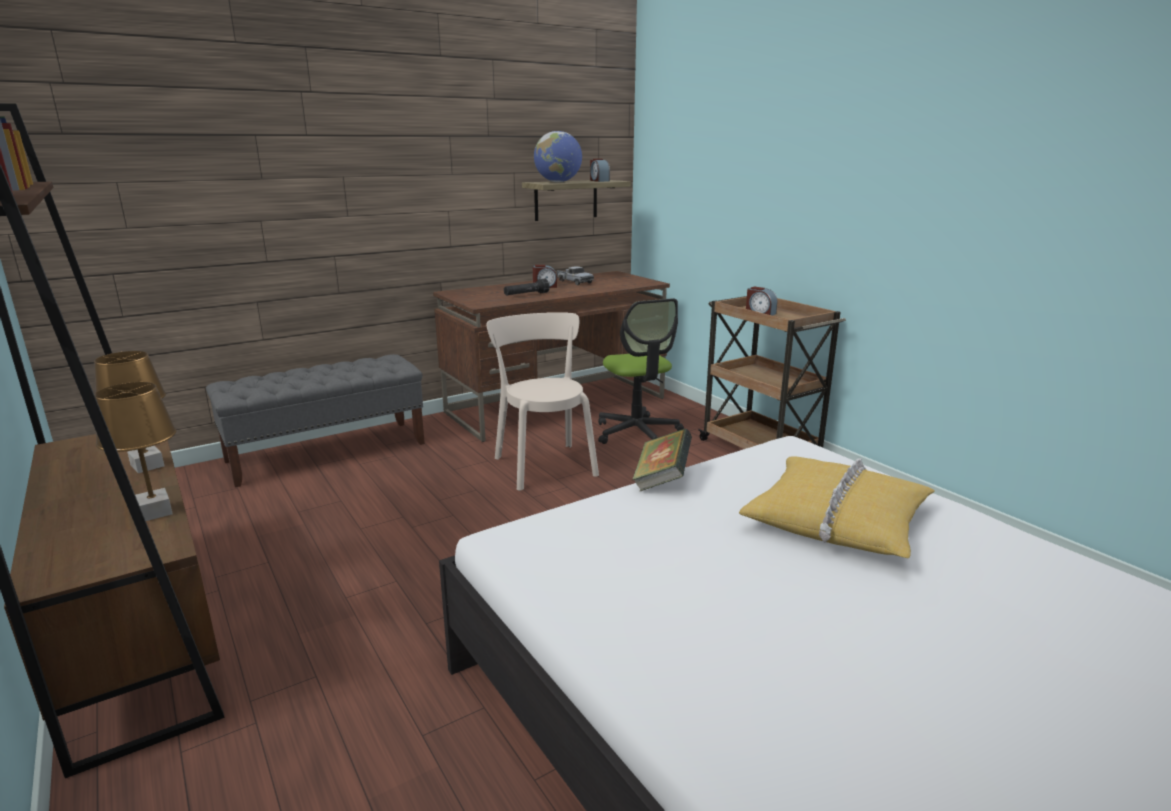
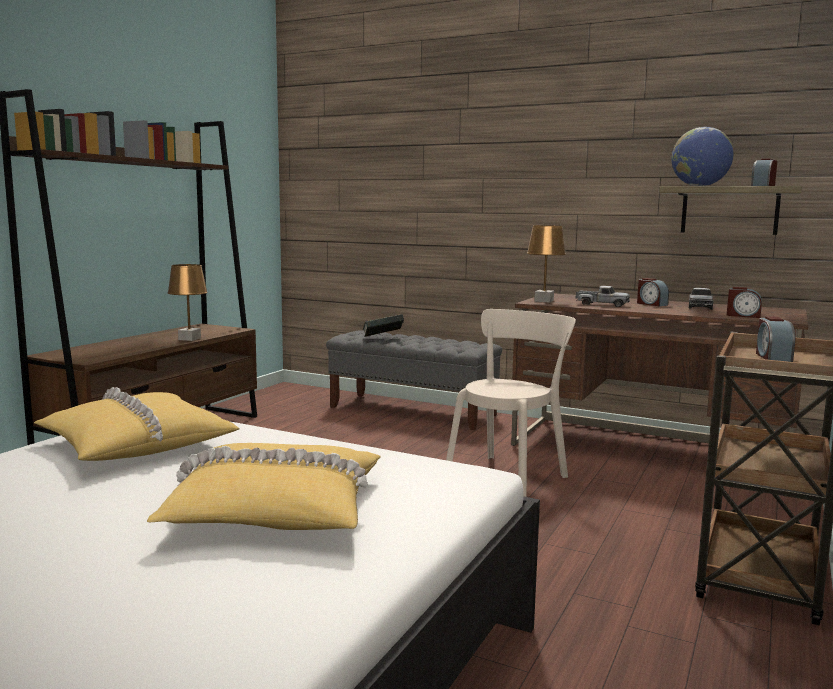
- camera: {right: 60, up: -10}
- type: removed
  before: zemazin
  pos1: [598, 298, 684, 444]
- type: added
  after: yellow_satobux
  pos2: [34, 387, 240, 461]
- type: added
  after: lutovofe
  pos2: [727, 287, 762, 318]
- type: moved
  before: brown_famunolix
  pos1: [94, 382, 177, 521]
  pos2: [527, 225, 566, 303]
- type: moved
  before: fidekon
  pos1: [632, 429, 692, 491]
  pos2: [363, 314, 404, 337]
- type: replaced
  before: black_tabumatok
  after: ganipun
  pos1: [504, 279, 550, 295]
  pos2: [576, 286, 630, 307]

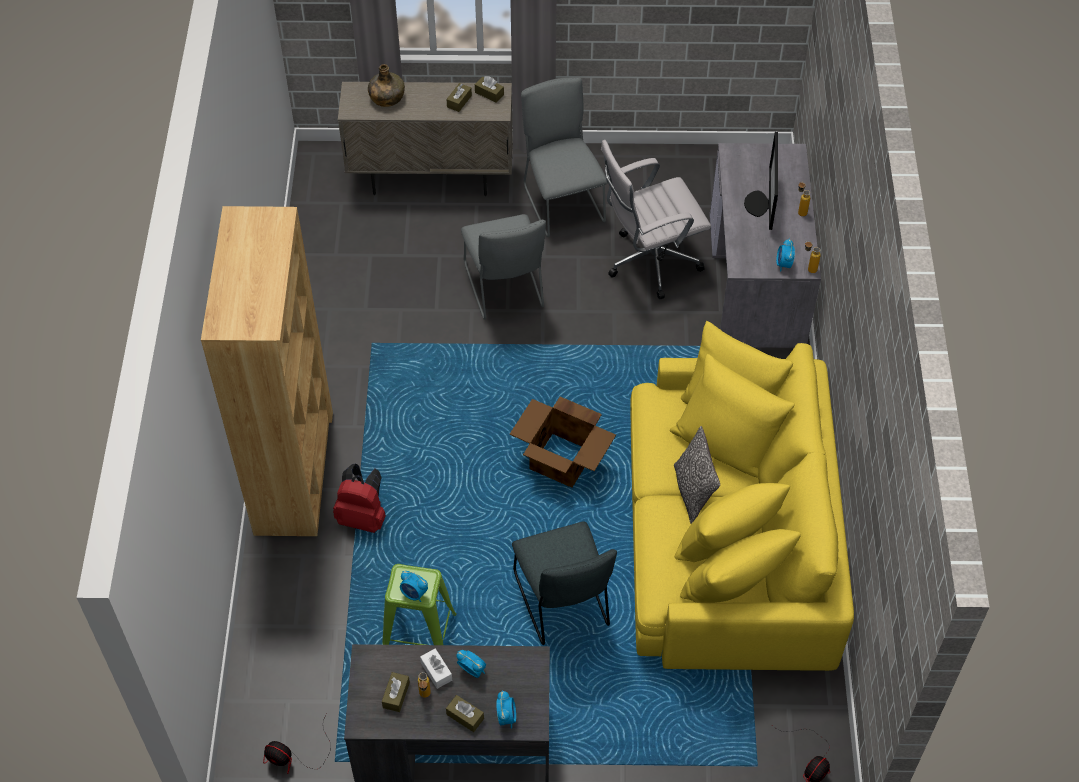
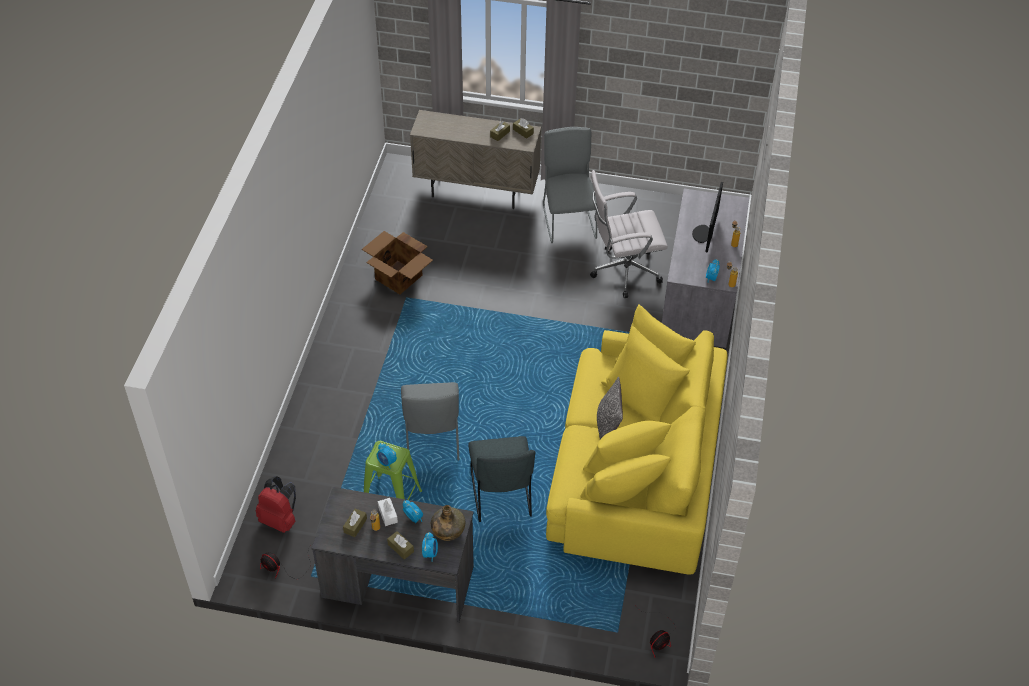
- camera: {right: 10, up: -5}
- type: removed
  before: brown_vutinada
  pos1: [201, 206, 333, 536]
- type: moved
  before: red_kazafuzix
  pos1: [333, 464, 386, 533]
  pos2: [256, 476, 296, 533]
- type: moved
  before: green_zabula
  pos1: [368, 64, 405, 107]
  pos2: [431, 505, 465, 541]
- type: moved
  before: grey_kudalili
  pos1: [461, 214, 546, 320]
  pos2: [401, 382, 459, 461]
- type: moved
  before: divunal
  pos1: [510, 397, 616, 488]
  pos2: [362, 231, 433, 294]

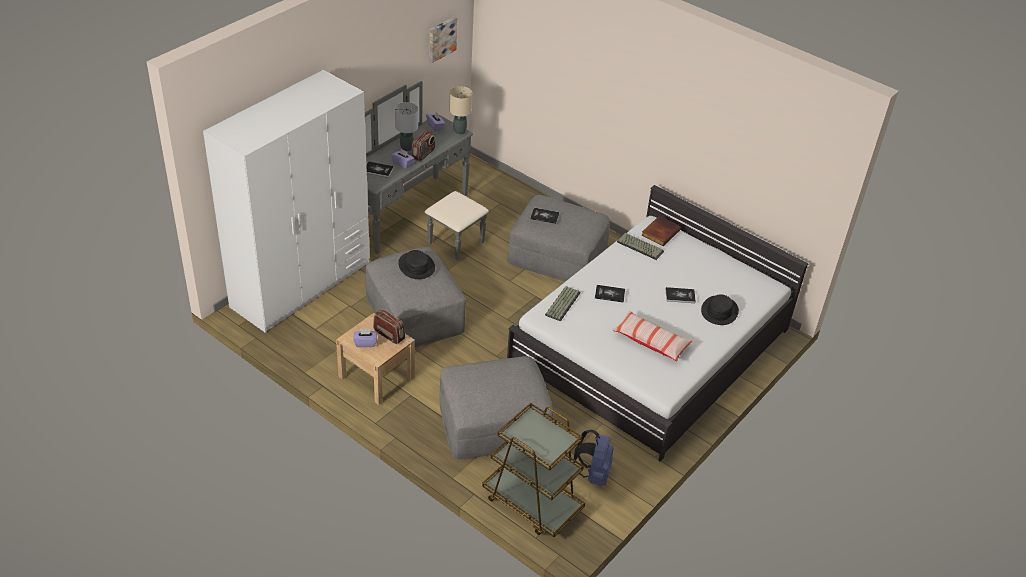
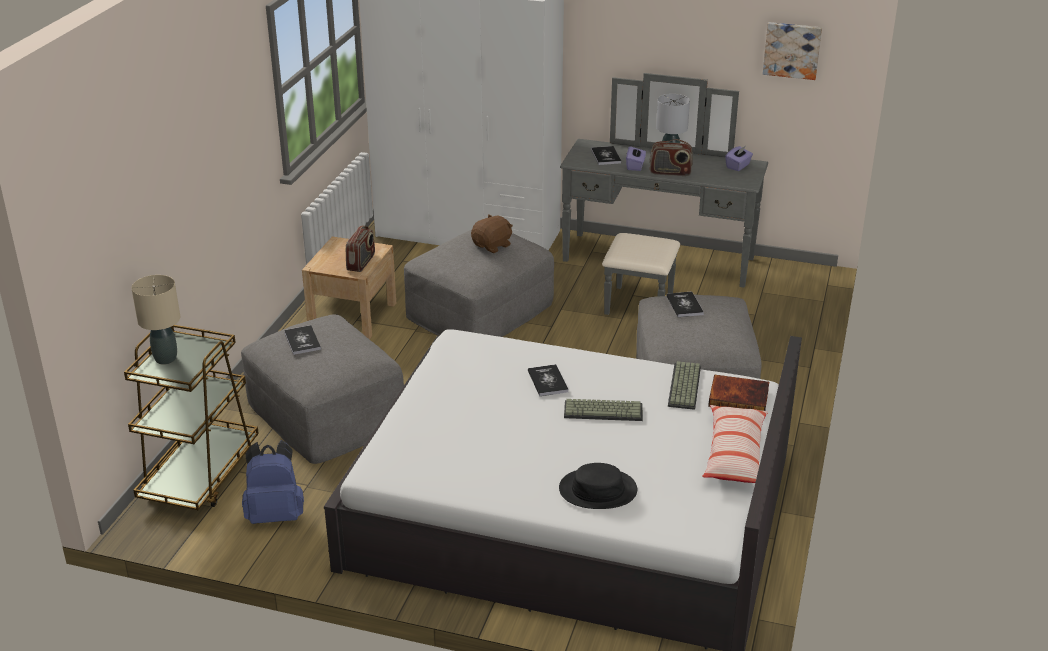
- camera: {right: 70, up: -10}
- type: removed
  before: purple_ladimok
  pos1: [353, 328, 377, 347]
- type: moved
  before: beige_famunolix
  pos1: [449, 86, 472, 135]
  pos2: [131, 275, 180, 365]
- type: moved
  before: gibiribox
  pos1: [545, 286, 581, 321]
  pos2: [564, 399, 643, 421]
- type: moved
  before: satobux
  pos1: [612, 311, 692, 361]
  pos2: [702, 405, 768, 483]
- type: moved
  before: fidekon
  pos1: [666, 287, 696, 303]
  pos2: [284, 325, 321, 355]
- type: replaced
  before: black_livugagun
  after: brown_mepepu
  pos1: [398, 250, 435, 279]
  pos2: [471, 214, 513, 253]

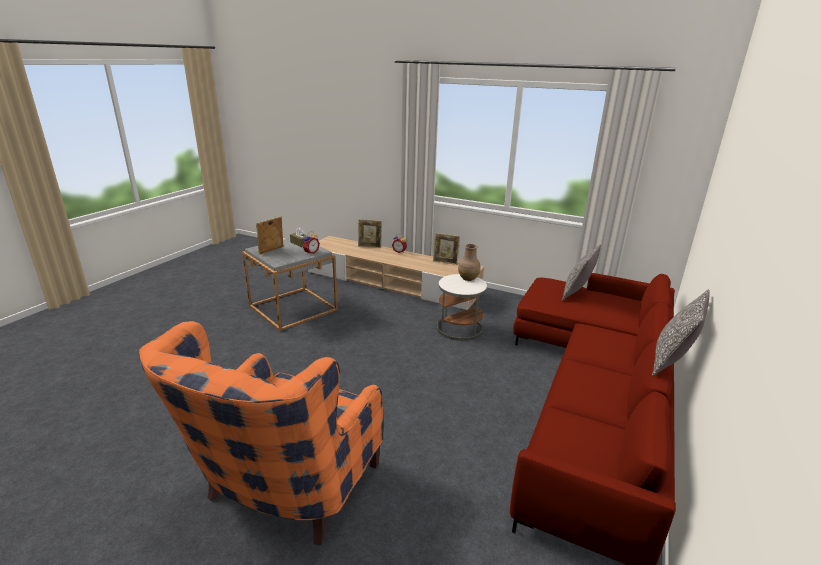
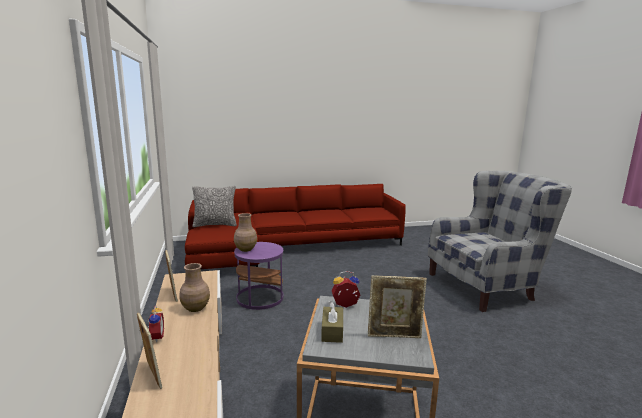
- camera: {right: -130, up: -10}
- type: removed
  before: satobux
  pos1: [652, 289, 710, 376]
- type: added
  after: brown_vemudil
  pos2: [179, 263, 210, 312]
- type: recoloured
  before: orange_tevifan
  after: grey_tevifan
  pos1: [139, 321, 384, 545]
  pos2: [428, 171, 572, 312]
- type: recoloured
  before: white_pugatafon
  after: purple_pugatafon
  pos1: [437, 274, 487, 341]
  pos2: [234, 242, 283, 310]

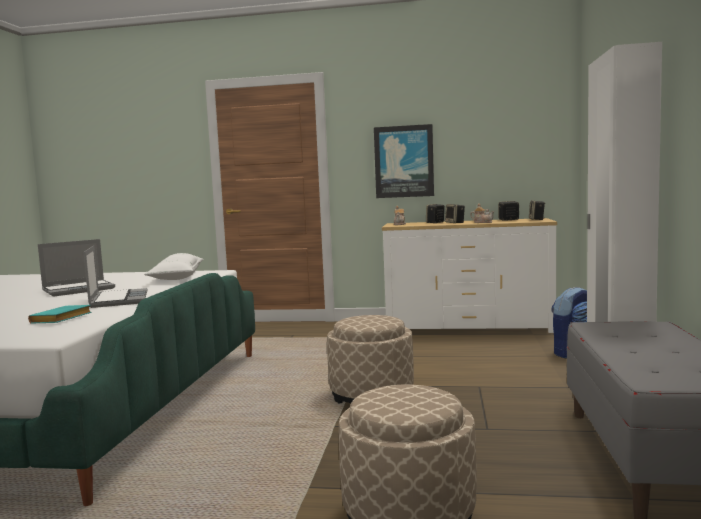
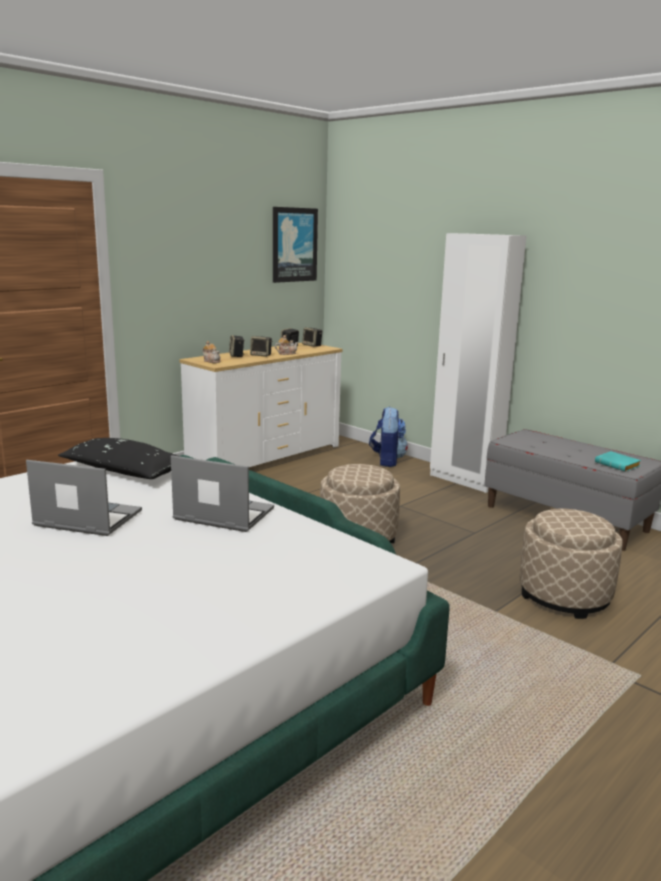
- camera: {right: -55, up: 10}
- type: moved
  before: turquoise_fidekon
  pos1: [28, 305, 92, 324]
  pos2: [595, 451, 641, 472]
- type: moved
  before: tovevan
  pos1: [374, 124, 434, 198]
  pos2: [273, 207, 318, 283]
- type: recoloured
  before: white_satobux
  after: black_satobux
  pos1: [144, 253, 204, 280]
  pos2: [58, 438, 181, 479]
- type: turned
  before: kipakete
  pos1: [38, 239, 115, 297]
  pos2: [26, 460, 142, 536]
  turn: -75

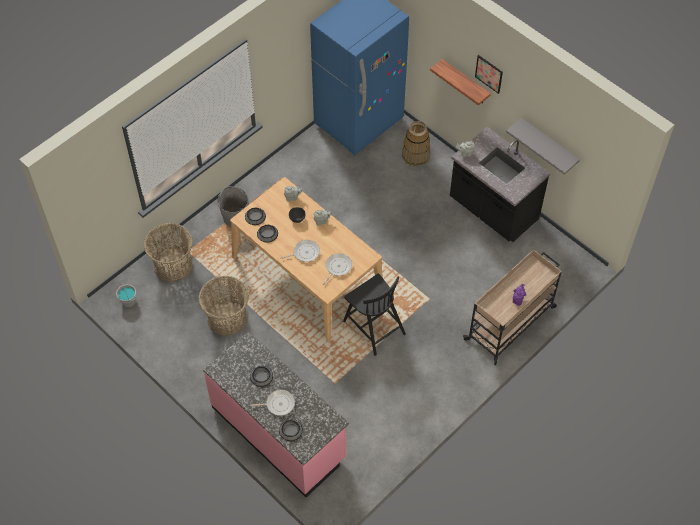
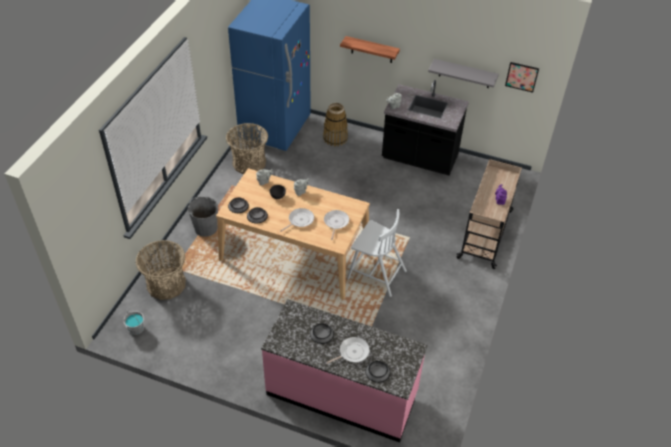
- camera: {right: -25, up: -10}
- type: moved
  before: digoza
  pos1: [199, 276, 249, 336]
  pos2: [226, 123, 268, 174]
- type: moved
  before: tovevan
  pos1: [475, 55, 503, 94]
  pos2: [505, 62, 539, 93]
- type: recoloured
  before: black_kudalili
  after: white_kudalili
  pos1: [343, 274, 406, 356]
  pos2: [347, 209, 407, 297]

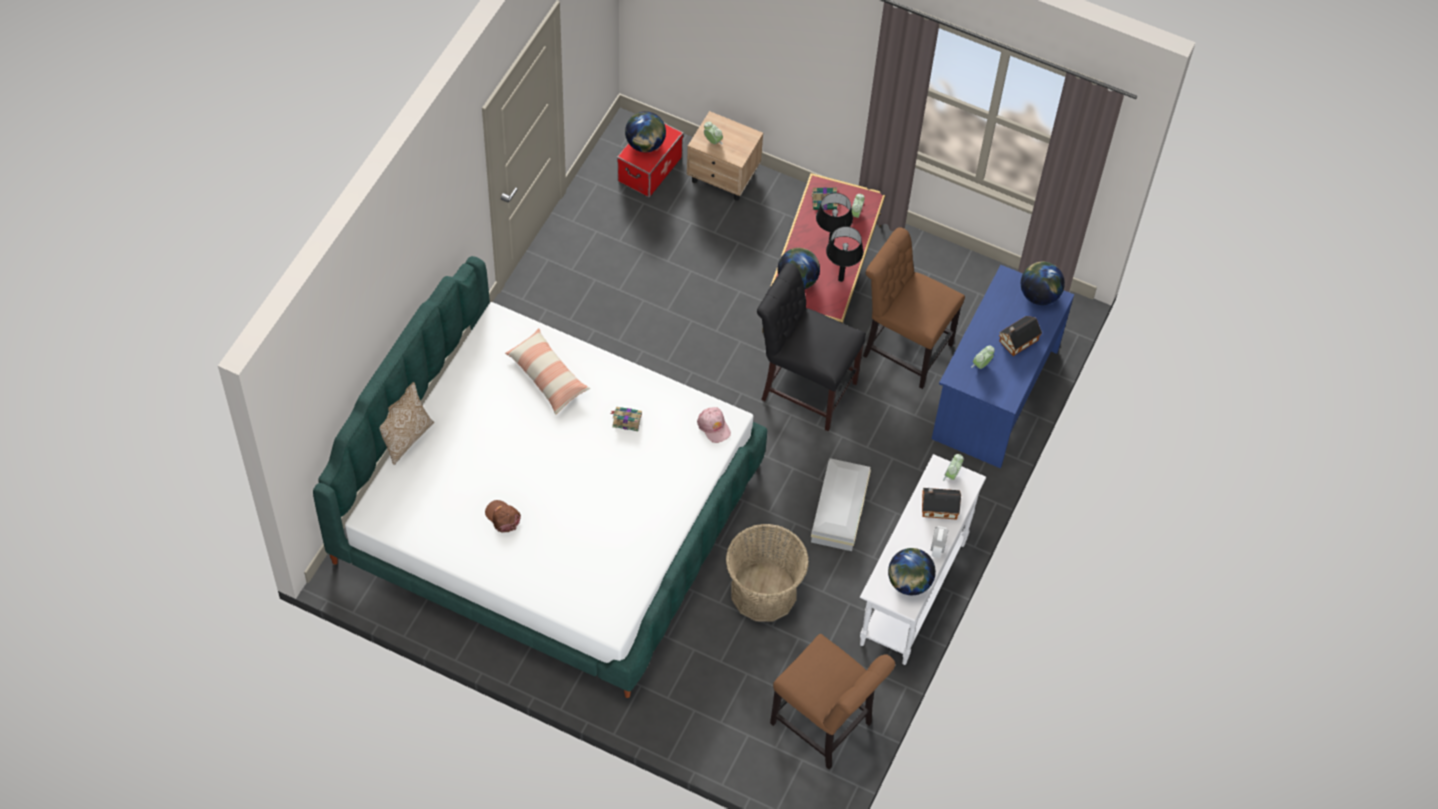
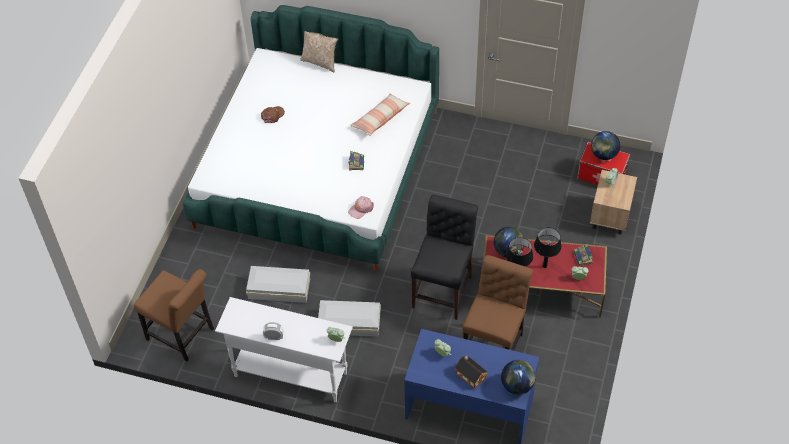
- camera: {right: 85, up: -5}
- type: removed
  before: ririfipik
  pos1: [888, 548, 936, 595]
- type: removed
  before: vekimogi
  pos1: [922, 488, 961, 520]
- type: replaced
  before: digoza
  after: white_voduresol
  pos1: [726, 524, 809, 622]
  pos2: [246, 266, 310, 303]
- type: turned
  before: brown_kudalili
  pos1: [770, 633, 895, 770]
  pos2: [133, 269, 214, 362]
  turn: -90

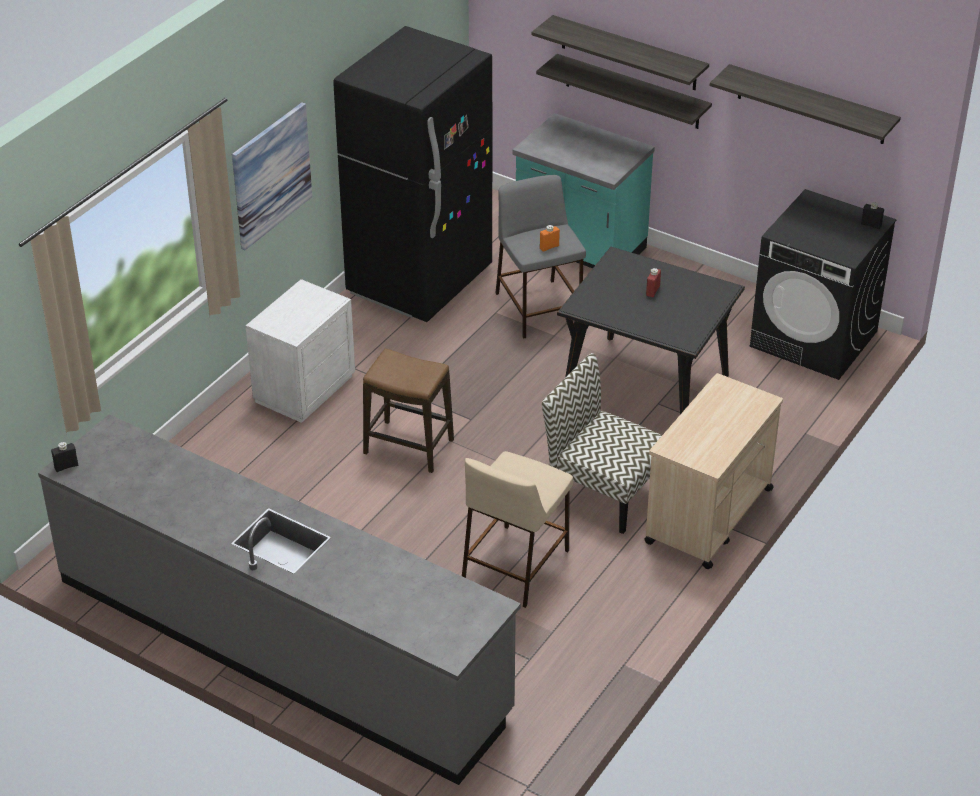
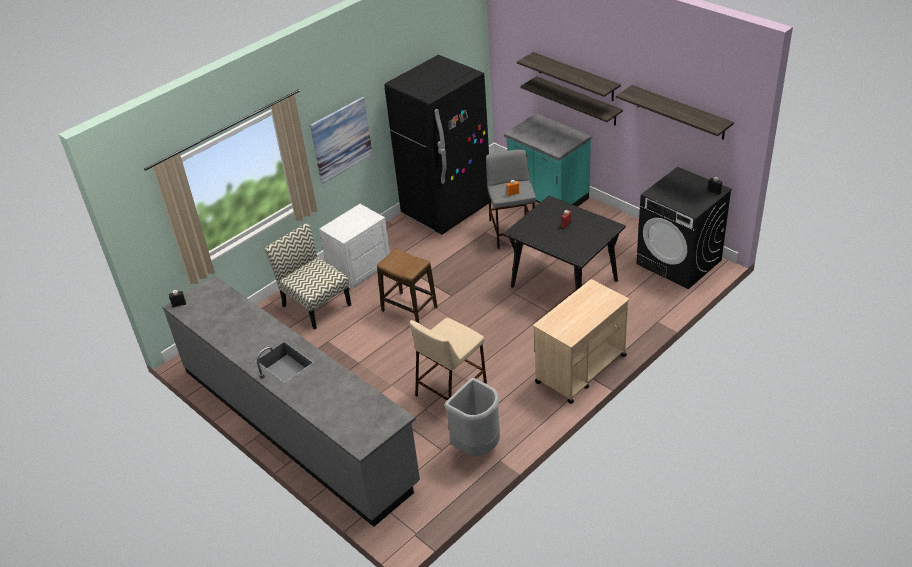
- camera: {right: 15, up: 0}
- type: added
  after: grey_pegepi
  pos2: [445, 378, 500, 457]
- type: moved
  before: kudalili
  pos1: [542, 353, 662, 534]
  pos2: [264, 223, 351, 330]

